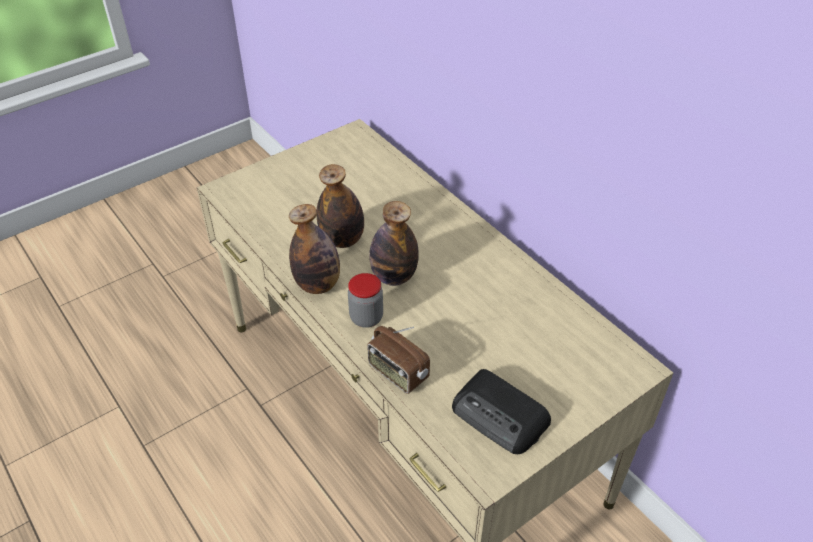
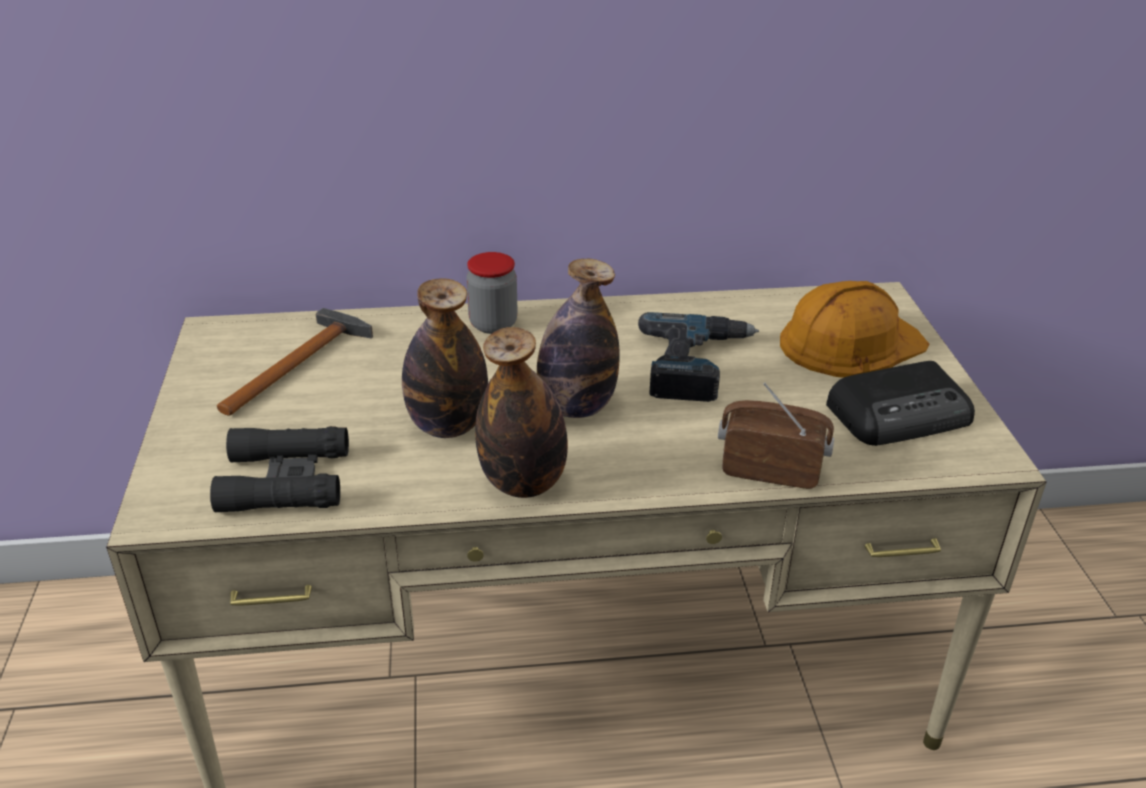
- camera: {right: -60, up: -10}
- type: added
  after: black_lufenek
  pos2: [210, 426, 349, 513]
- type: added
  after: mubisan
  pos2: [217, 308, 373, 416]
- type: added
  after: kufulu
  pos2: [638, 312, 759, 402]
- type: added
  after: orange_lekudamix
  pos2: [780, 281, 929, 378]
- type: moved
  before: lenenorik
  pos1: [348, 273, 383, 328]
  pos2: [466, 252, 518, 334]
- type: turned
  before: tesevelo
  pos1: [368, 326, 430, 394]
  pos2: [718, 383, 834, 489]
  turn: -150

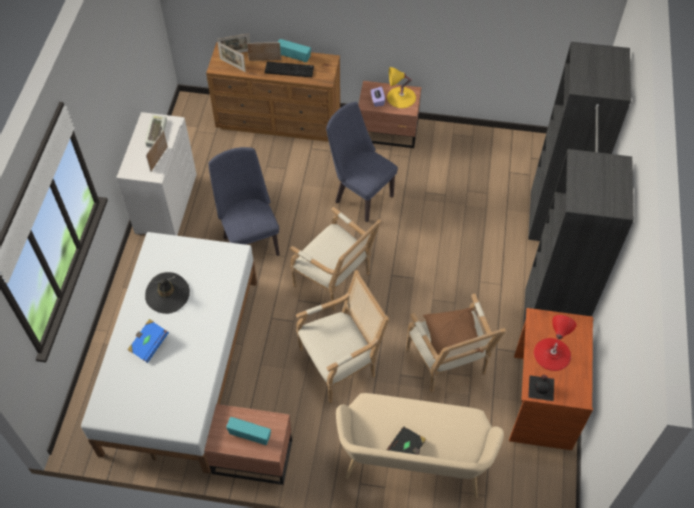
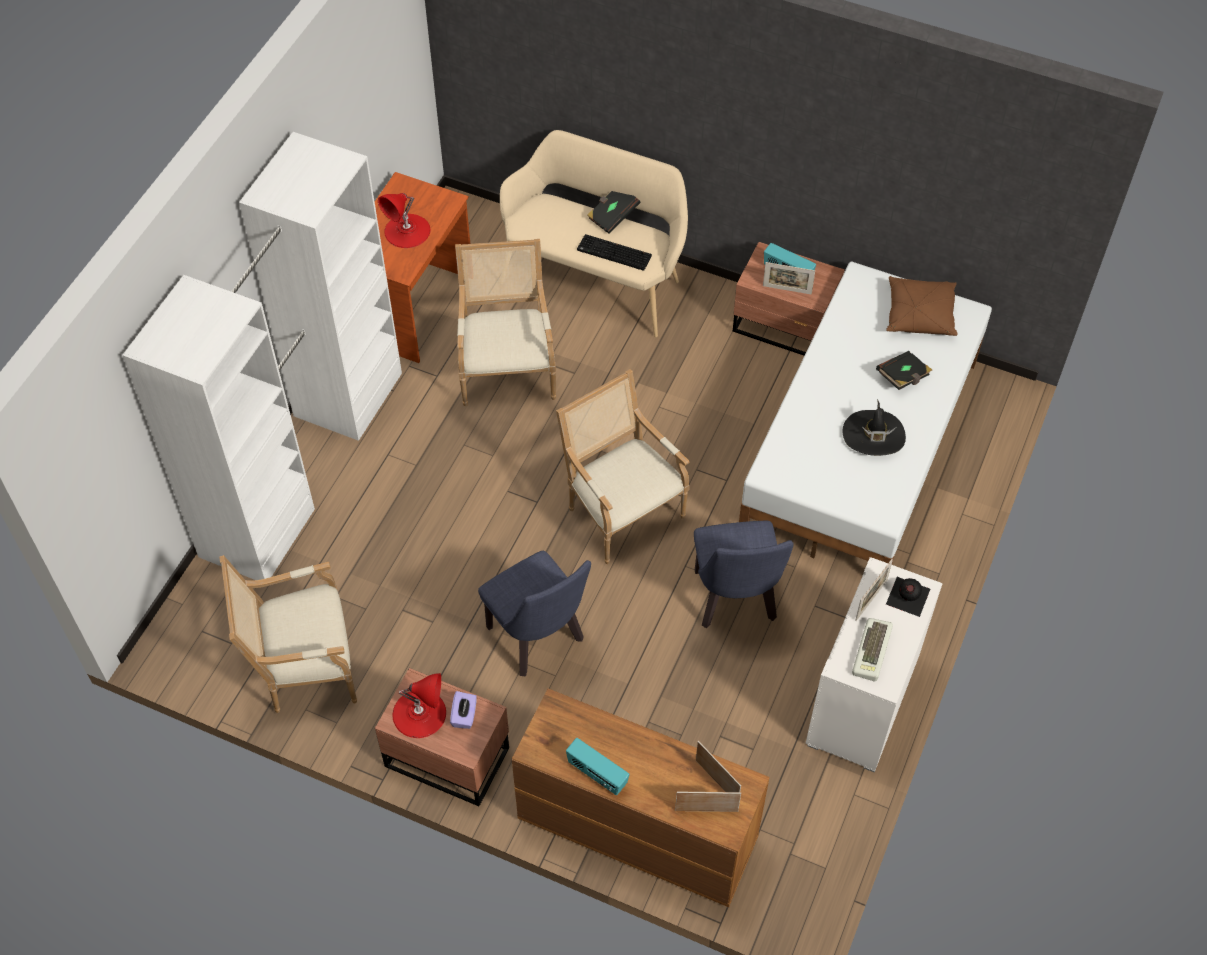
- camera: {right: -165, up: 0}
- type: moved
  before: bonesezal
  pos1: [247, 42, 281, 61]
  pos2: [763, 262, 815, 295]
- type: moved
  before: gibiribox
  pos1: [265, 61, 314, 78]
  pos2: [577, 234, 652, 271]
- type: moved
  before: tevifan
  pos1: [296, 270, 389, 403]
  pos2: [219, 555, 357, 713]
- type: moved
  before: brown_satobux
  pos1: [423, 308, 484, 359]
  pos2: [886, 276, 958, 336]
- type: moved
  before: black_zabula
  pos1: [528, 375, 554, 401]
  pos2: [886, 577, 930, 617]
- type: recoloured
  before: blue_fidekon
  after: black_fidekon
  pos1: [128, 319, 169, 363]
  pos2: [876, 351, 932, 390]
- type: recoloured
  before: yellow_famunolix
  after: red_famunolix
  pos1: [387, 67, 416, 108]
  pos2: [393, 673, 446, 738]
- type: recoloured
  before: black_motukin
  after: white_motukin
  pos1: [523, 42, 634, 327]
  pos2: [122, 132, 402, 580]

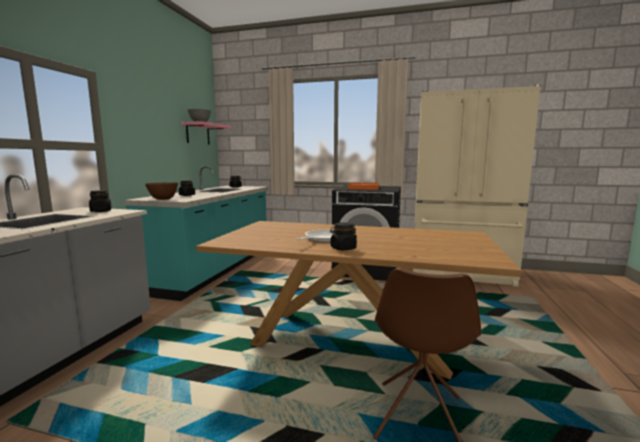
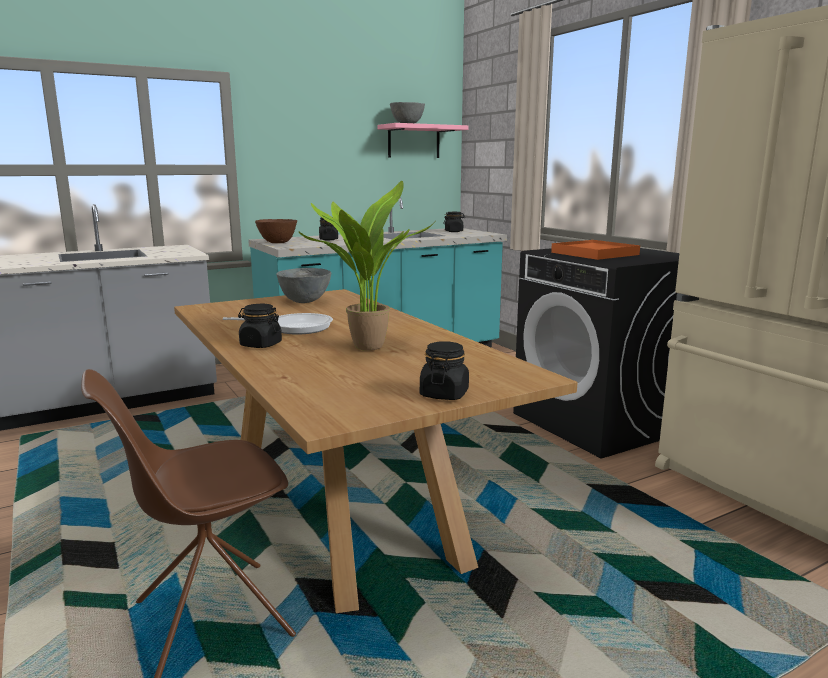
- camera: {right: 45, up: 5}
- type: added
  after: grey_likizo
  pos2: [276, 268, 332, 303]
- type: added
  after: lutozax
  pos2: [298, 181, 434, 351]
- type: moved
  before: black_lenenorik
  pos1: [89, 190, 112, 212]
  pos2: [420, 341, 469, 400]

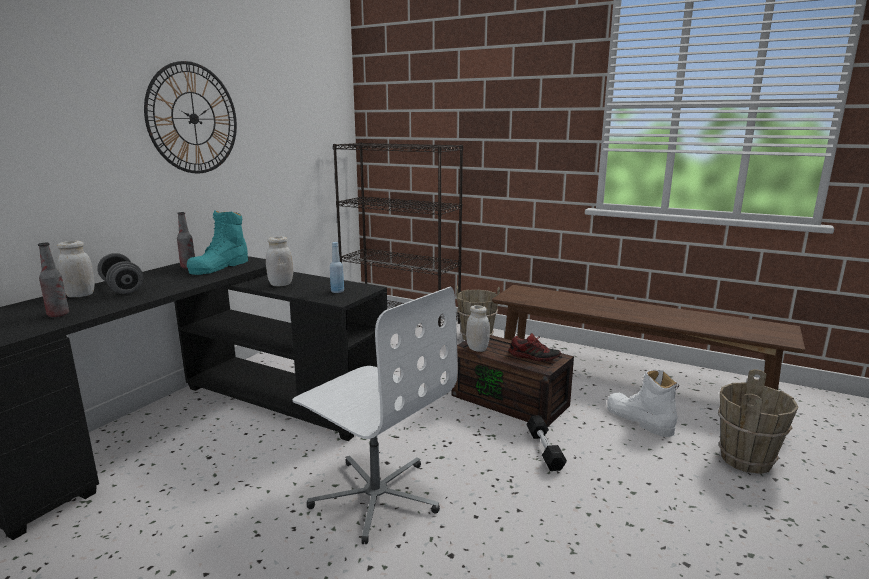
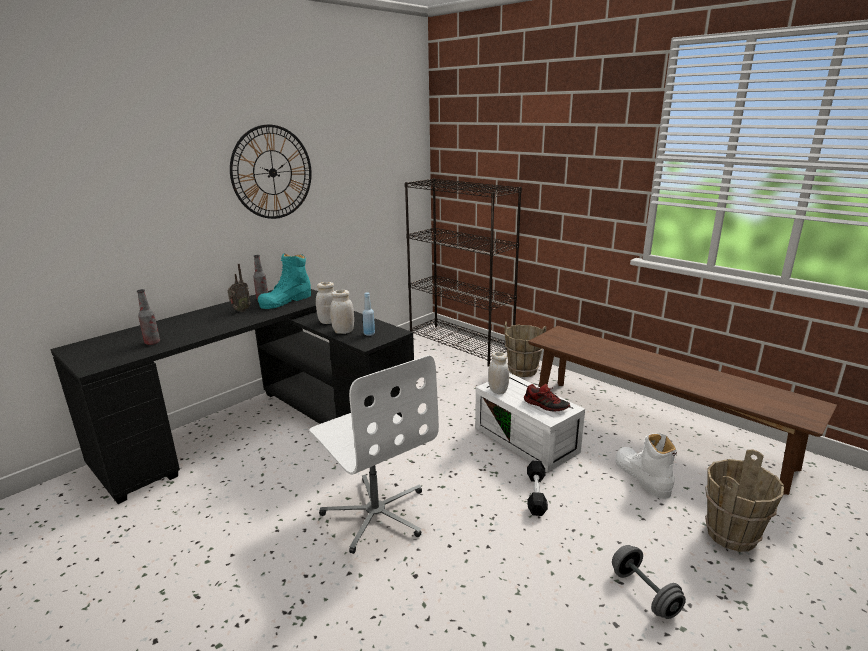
- camera: {right: 15, up: 5}
- type: added
  after: tesevelo
  pos2: [227, 264, 251, 312]
- type: moved
  before: white_lenenorik
  pos1: [57, 241, 95, 297]
  pos2: [331, 290, 354, 334]
- type: moved
  before: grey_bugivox
  pos1: [97, 253, 143, 294]
  pos2: [612, 545, 686, 619]
- type: recoloured
  before: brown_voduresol
  after: white_voduresol
  pos1: [451, 335, 574, 427]
  pos2: [475, 373, 585, 473]

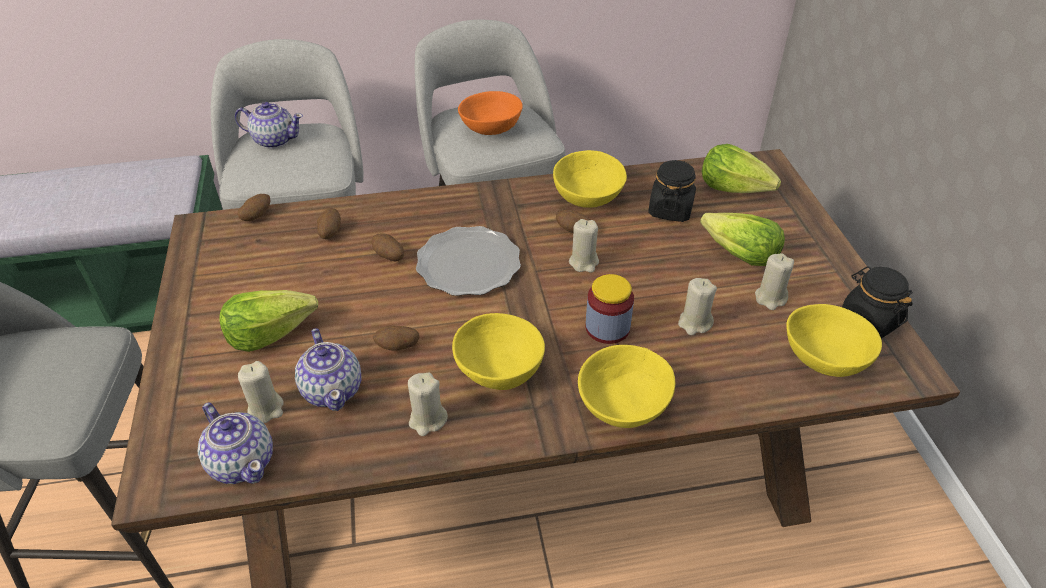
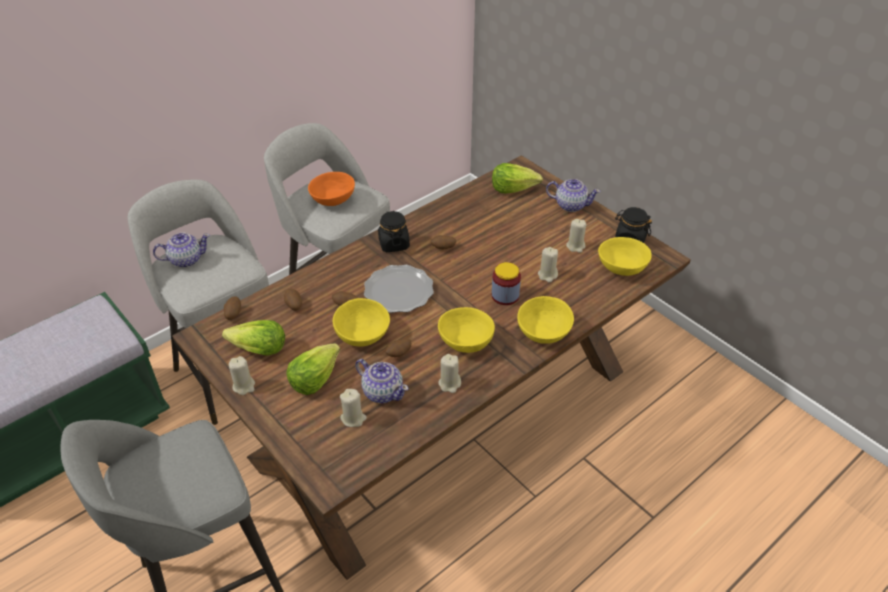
- camera: {right: -30, up: 0}
- type: moved
  before: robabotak
  pos1: [197, 402, 273, 484]
  pos2: [546, 179, 600, 212]
- type: moved
  before: yellow_likizo
  pos1: [553, 150, 627, 208]
  pos2: [333, 298, 390, 346]
- type: moved
  before: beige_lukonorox
  pos1: [569, 219, 599, 273]
  pos2: [229, 356, 255, 395]
- type: moved
  before: black_lenenorik
  pos1: [648, 160, 696, 222]
  pos2: [378, 211, 410, 252]
- type: moved
  before: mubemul
  pos1: [700, 213, 785, 266]
  pos2: [222, 320, 285, 356]

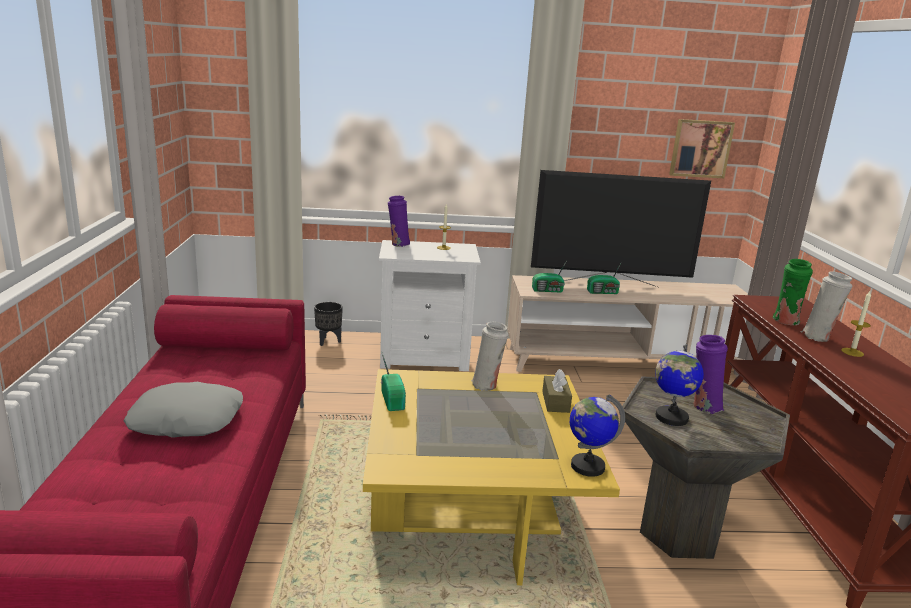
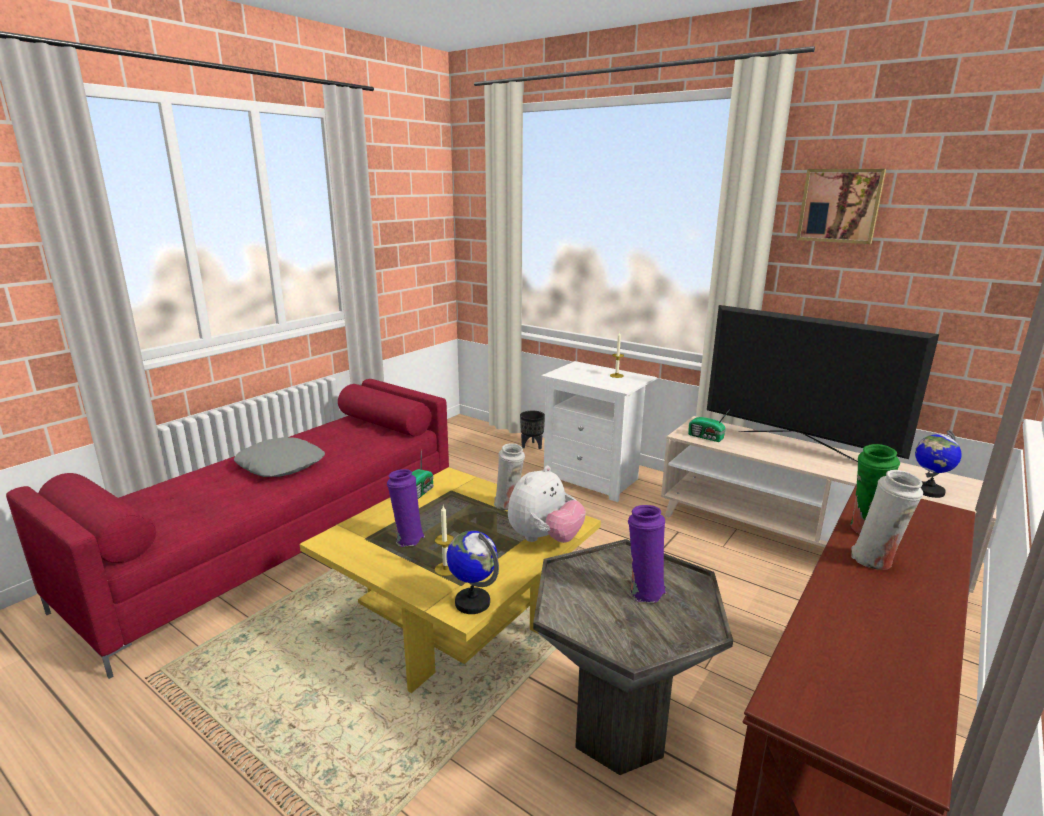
- camera: {right: 40, up: 0}
- type: removed
  before: tesevelo
  pos1: [587, 265, 620, 294]
- type: moved
  before: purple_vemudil
  pos1: [388, 196, 410, 247]
  pos2: [387, 469, 425, 547]
- type: moved
  before: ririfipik
  pos1: [655, 344, 704, 426]
  pos2: [915, 430, 962, 498]
- type: moved
  before: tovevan
  pos1: [669, 119, 735, 178]
  pos2: [796, 169, 886, 244]
- type: moved
  before: lukonorox
  pos1: [841, 291, 871, 357]
  pos2: [435, 506, 454, 576]
- type: replaced
  before: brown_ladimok
  after: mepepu
  pos1: [542, 369, 572, 413]
  pos2: [508, 466, 586, 543]

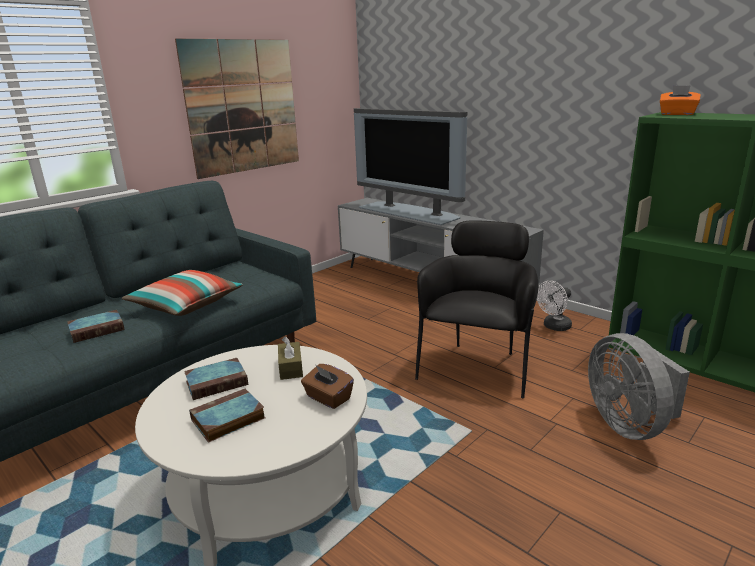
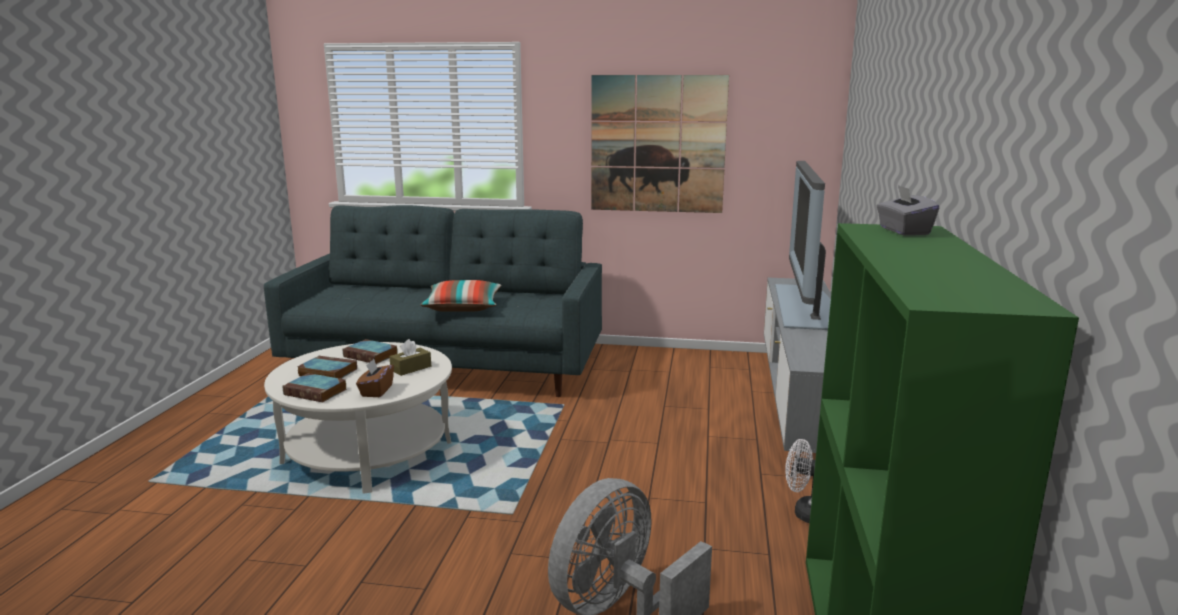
- camera: {right: 55, up: -5}
- type: removed
  before: black_tevifan
  pos1: [415, 221, 538, 398]
- type: moved
  before: fidekon
  pos1: [67, 310, 125, 343]
  pos2: [282, 373, 347, 402]
- type: recoloured
  before: orange_ladimok
  after: grey_ladimok
  pos1: [660, 85, 701, 115]
  pos2: [877, 185, 939, 235]

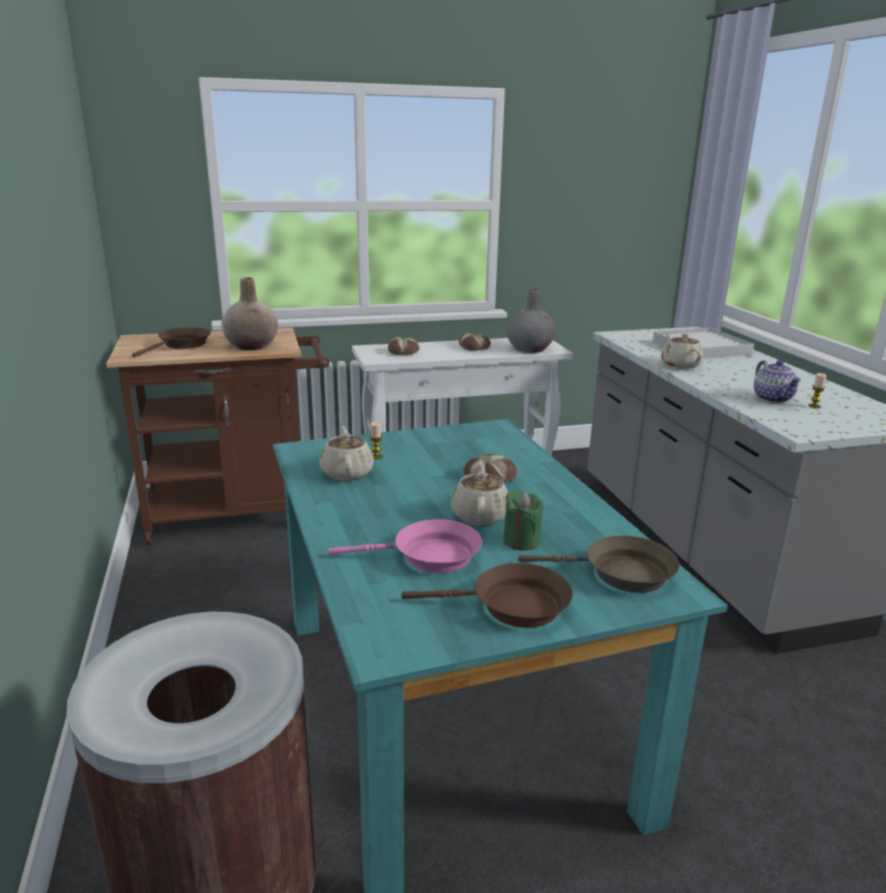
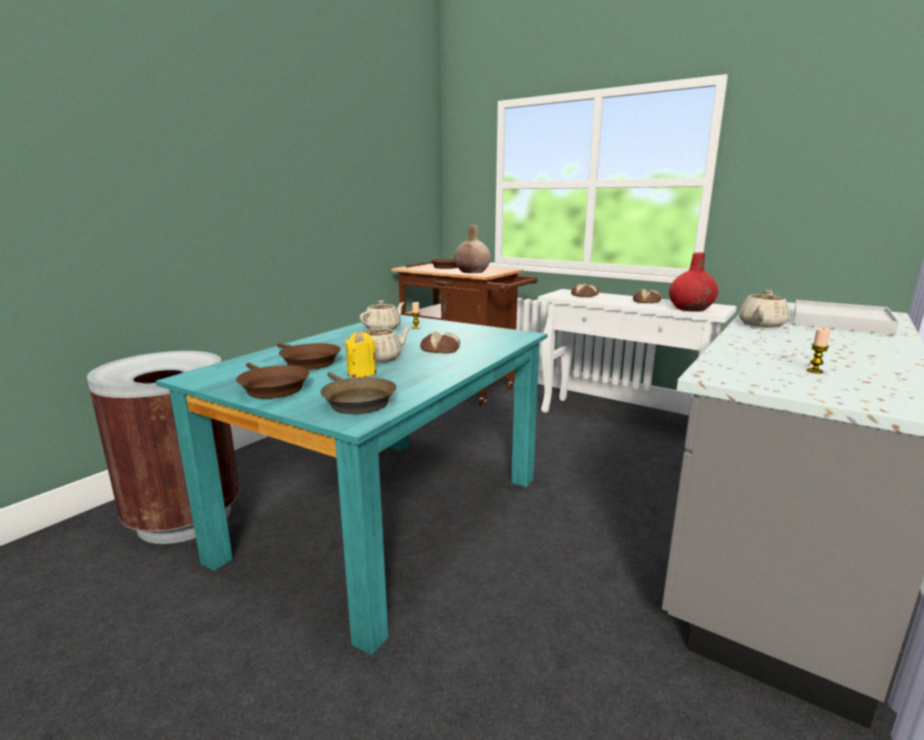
- camera: {right: 50, up: -5}
- type: removed
  before: robabotak
  pos1: [754, 360, 801, 403]
- type: recoloured
  before: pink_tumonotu
  after: brown_tumonotu
  pos1: [329, 519, 482, 573]
  pos2: [277, 343, 341, 370]
- type: recoloured
  before: green_lukonorox
  after: yellow_lukonorox
  pos1: [503, 490, 543, 550]
  pos2: [345, 332, 376, 377]
- type: recoloured
  before: grey_vemudil
  after: red_vemudil
  pos1: [507, 289, 556, 353]
  pos2: [669, 252, 718, 312]

